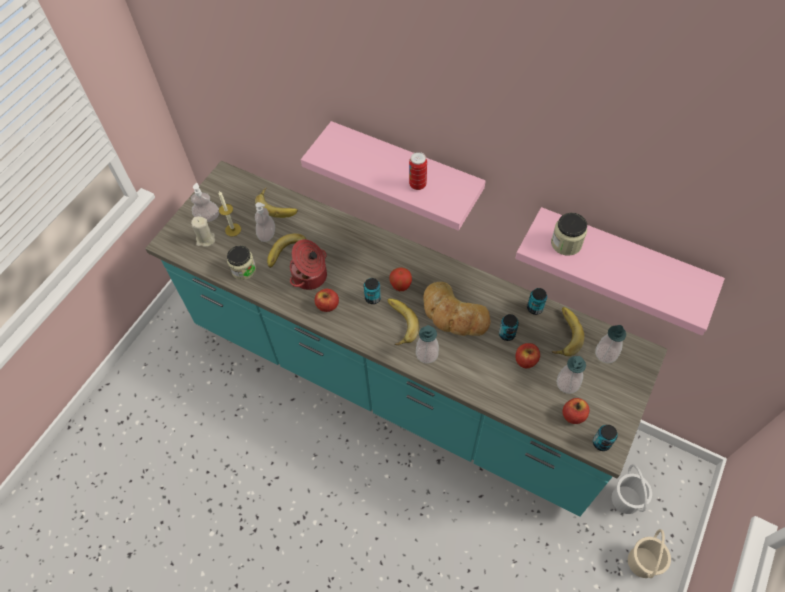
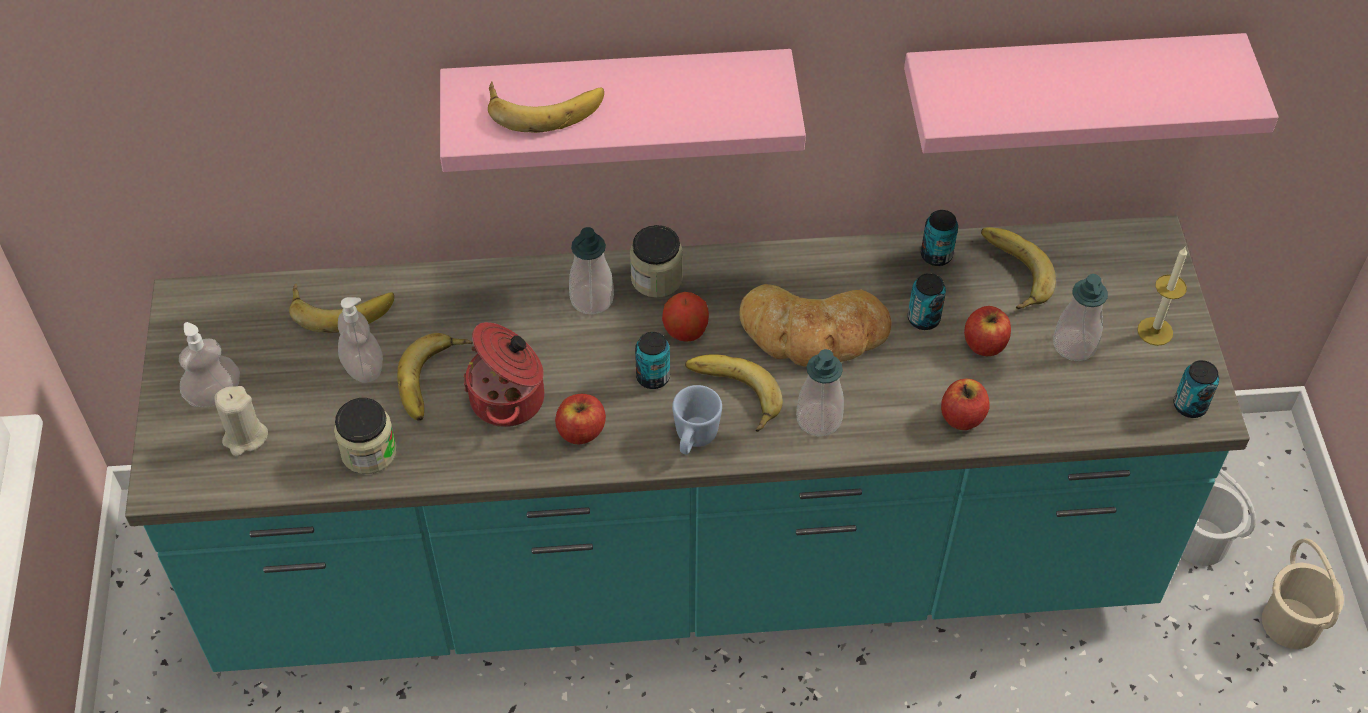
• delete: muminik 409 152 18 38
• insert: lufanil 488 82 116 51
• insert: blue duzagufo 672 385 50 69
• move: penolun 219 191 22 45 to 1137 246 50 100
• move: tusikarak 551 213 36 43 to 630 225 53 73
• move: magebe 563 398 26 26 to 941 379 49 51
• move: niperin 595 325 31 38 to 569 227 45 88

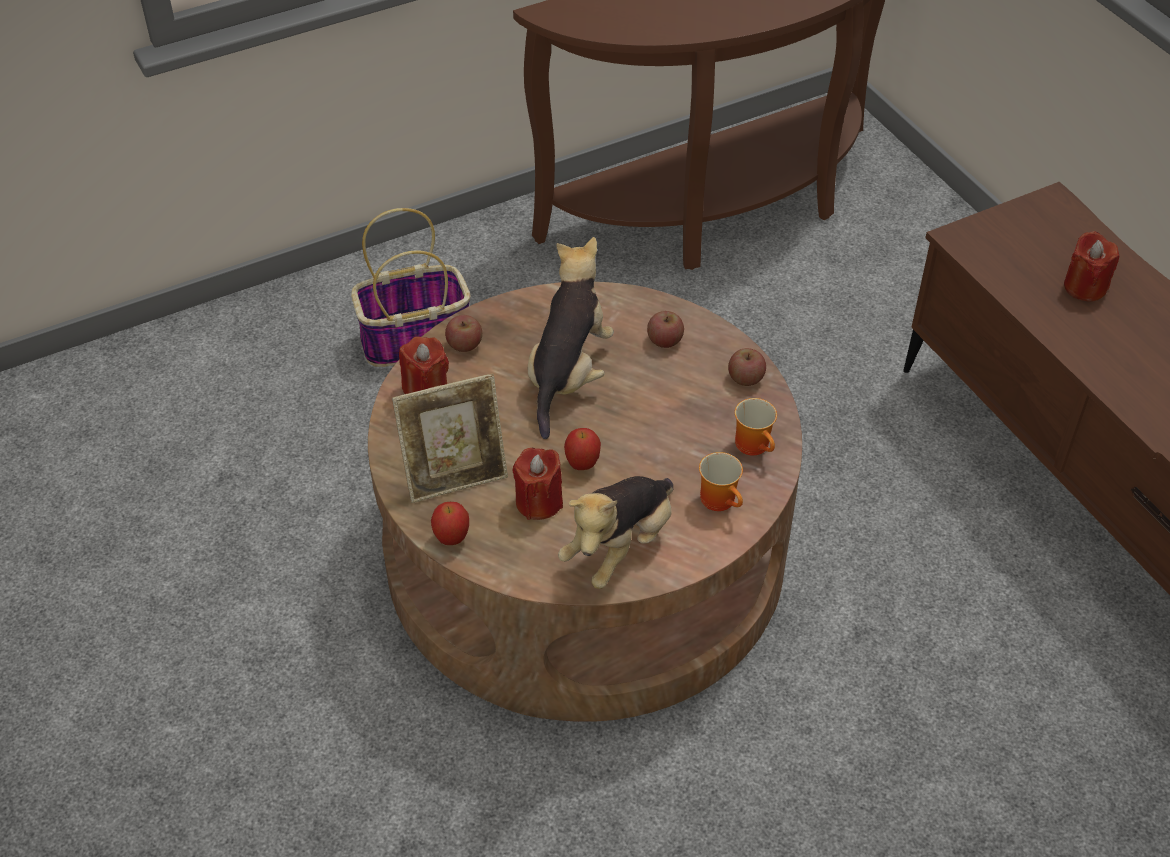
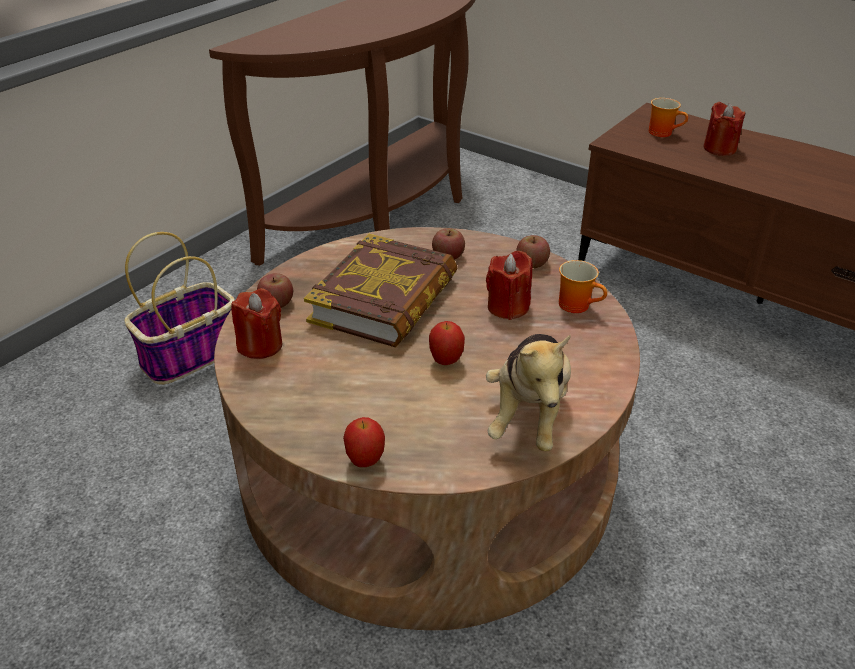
• delete: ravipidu 392 373 116 130
• move: red penolun 512 447 51 73 to 486 251 47 69
• move: duzagufo 699 452 44 59 to 649 98 39 39
• replace: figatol 528 237 86 202 to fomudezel 304 234 153 113

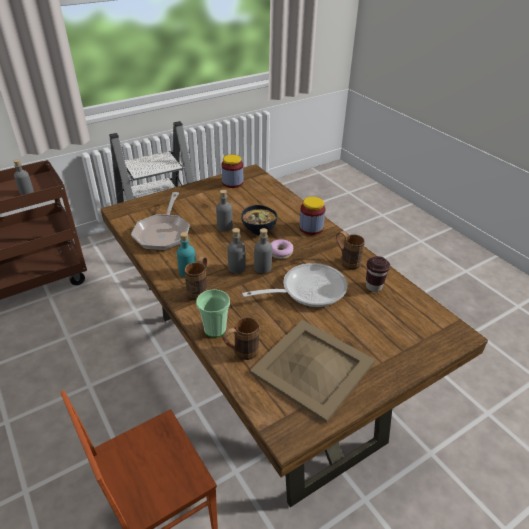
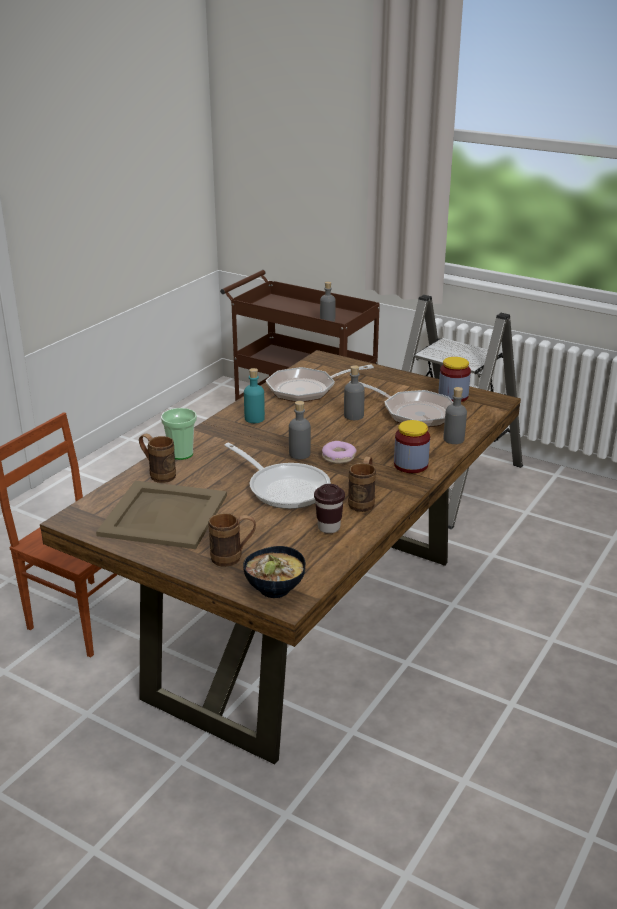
• insert: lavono 350 381 103 46
• move: brown duzagufo 184 256 24 44 to 208 513 48 54
• move: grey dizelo 228 228 18 45 to 443 387 24 57
• move: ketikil 241 205 36 30 to 243 546 63 52

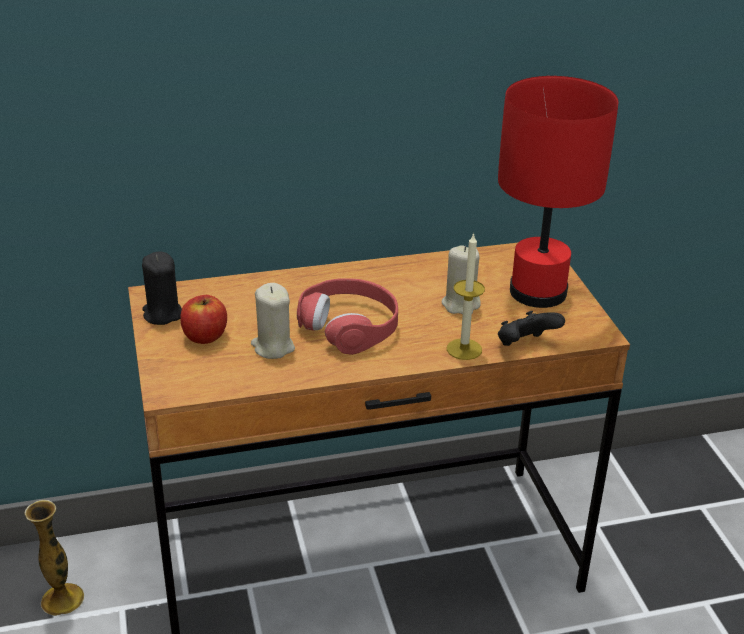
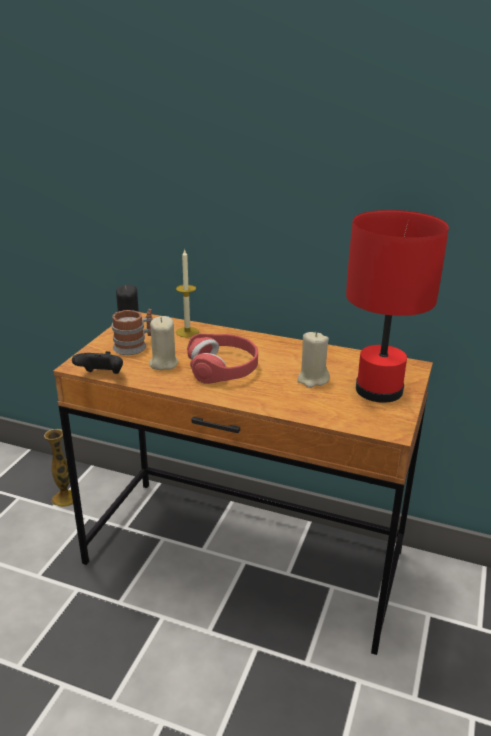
• move: penolun 447 233 38 127 to 176 248 23 89
• move: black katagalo 498 311 67 35 to 72 351 51 23
• replace: magebe 180 295 47 49 to duzagufo 112 309 41 46

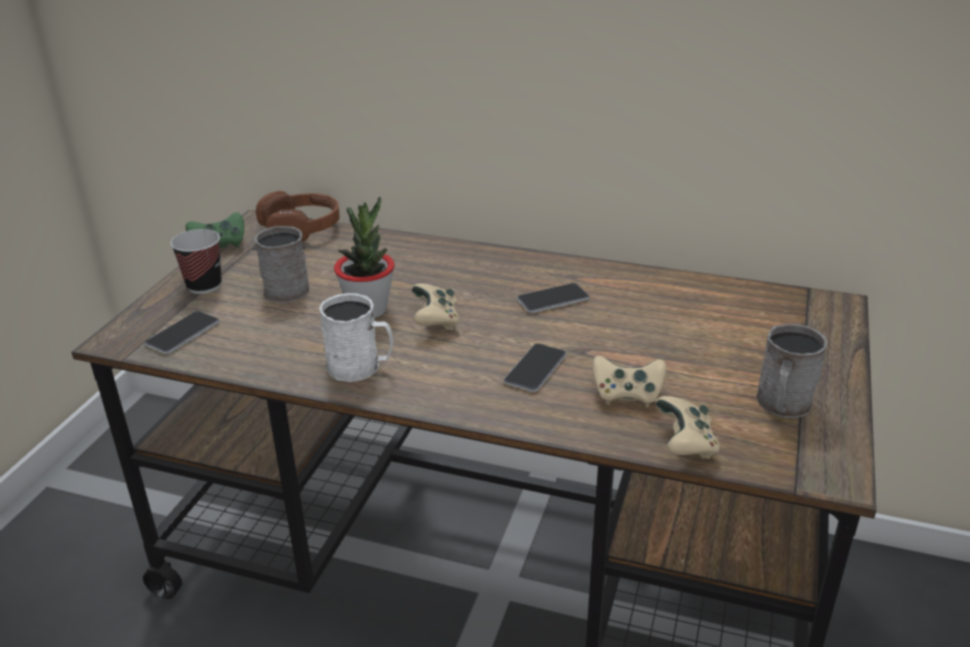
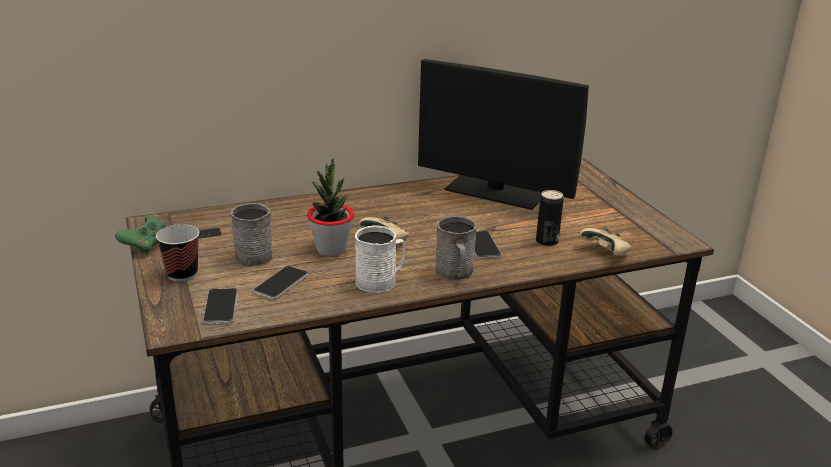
• delete: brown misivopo 256 191 84 51
• insert: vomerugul 418 59 171 151
• move: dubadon 517 283 72 30 to 253 266 55 33
• move: grey duzagufo 756 324 71 94 to 435 216 42 65
• replace: beige katagalo 592 356 75 51 to muminik 536 190 28 56

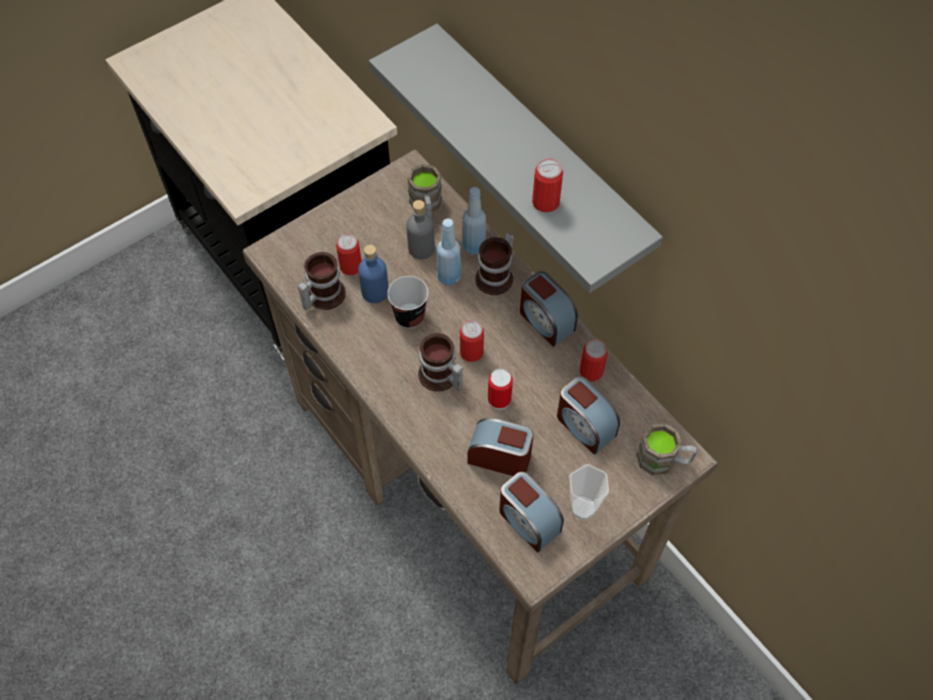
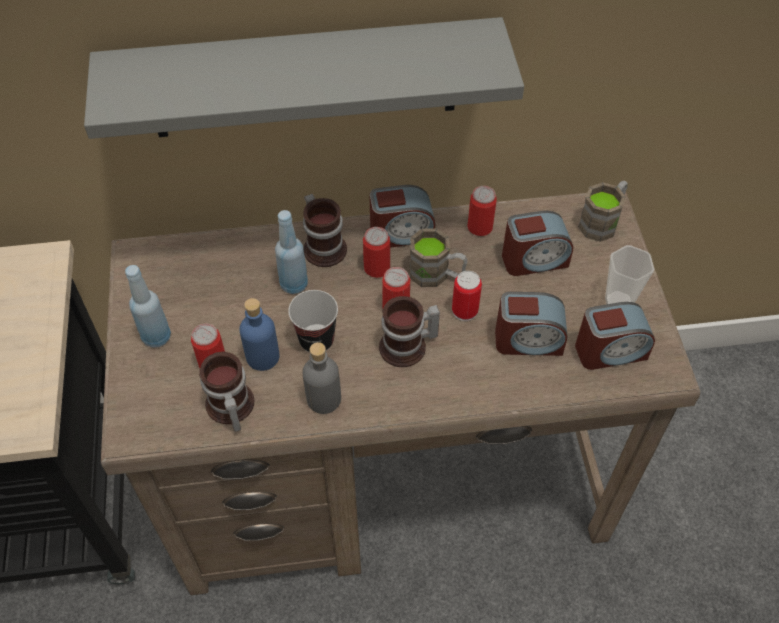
• move: grey dizelo 406 200 29 60 to 302 342 39 72
• move: brown duzagufo 407 164 35 54 to 409 228 58 59
• move: blue dizelo 462 187 24 67 to 125 265 46 83
• move: muminik 532 158 31 54 to 363 227 27 51
• rotate: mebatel 467 418 67 58 = 495 292 72 64 135 degrees counterclockwise

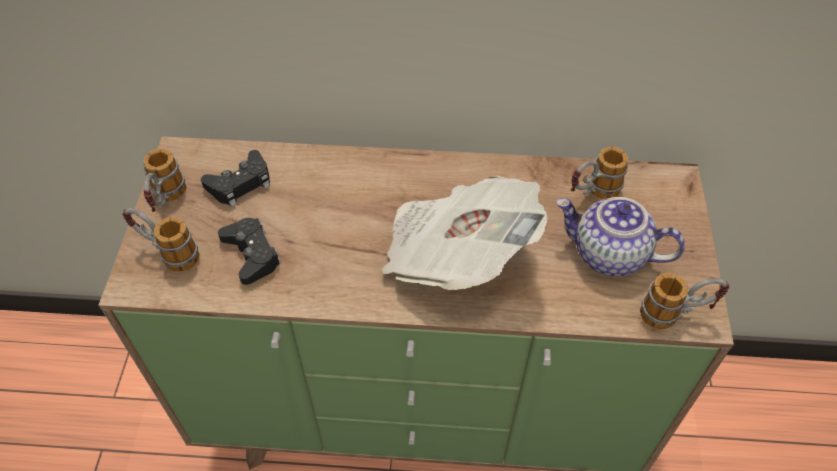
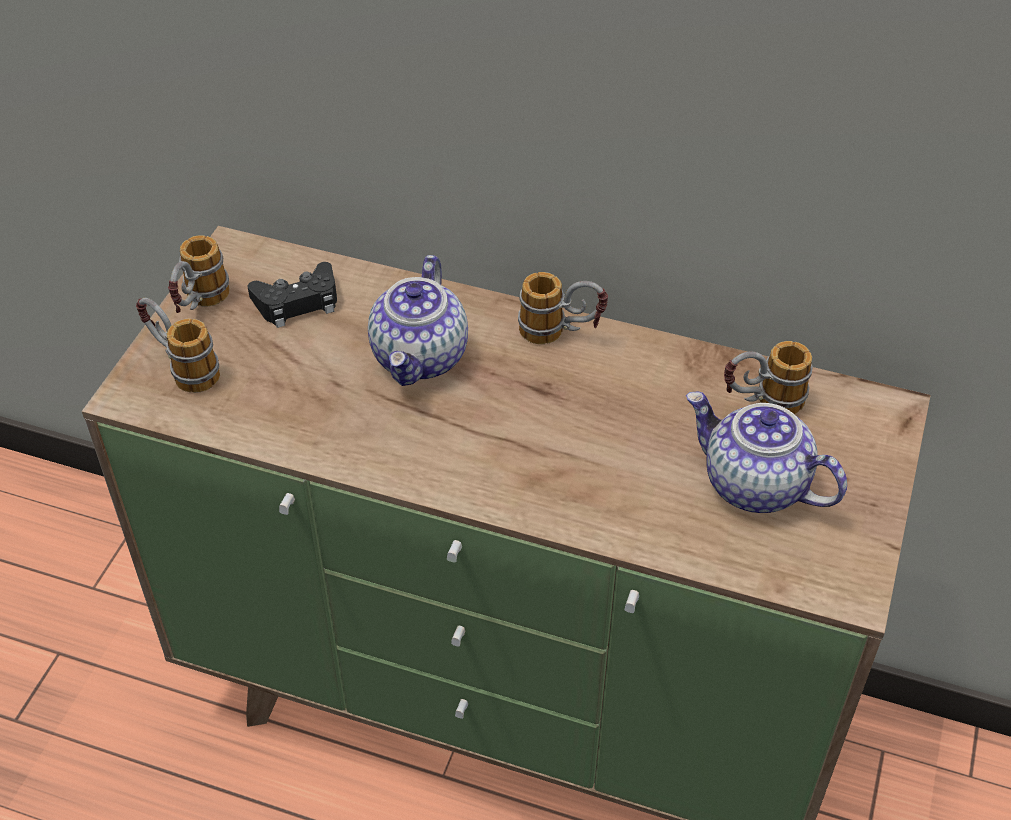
• delete: black katagalo 218 218 63 67
• delete: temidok 382 176 166 114
• insert: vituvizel 368 255 100 131
• move: duzagufo 640 273 90 57 to 518 272 90 72

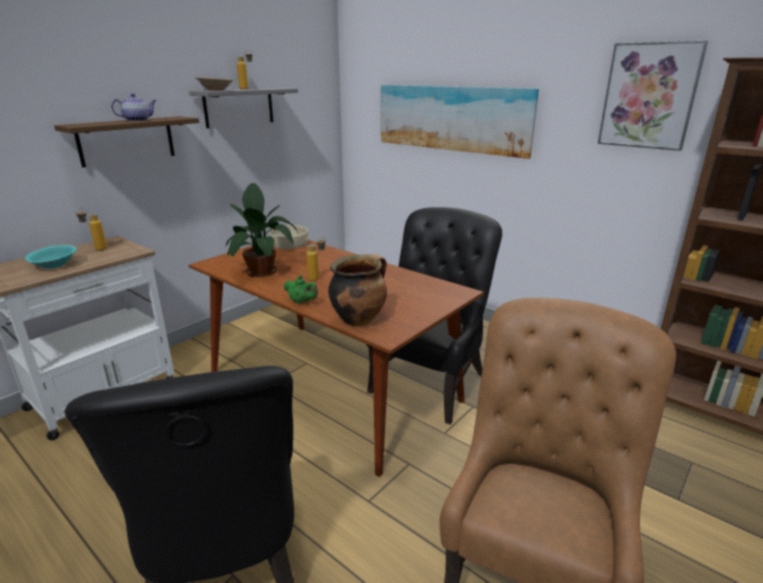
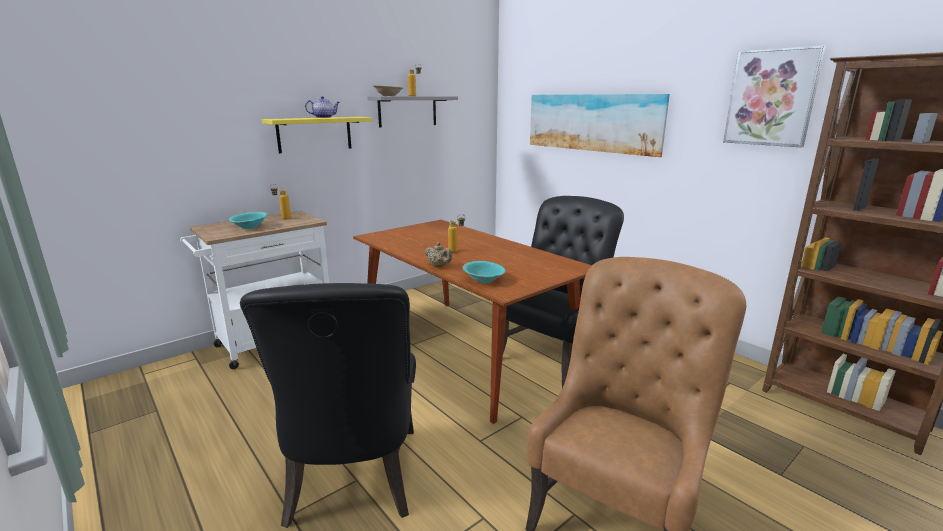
• delete: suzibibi 226 183 73 94
• delete: beige ketikil 269 225 39 24
• replace: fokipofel 328 254 59 72 to turquoise ketikil 462 261 43 22
• recolor: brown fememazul 54 116 145 52 to yellow fememazul 262 117 110 36
• recolor: green vituvizel 283 275 35 29 to beige vituvizel 425 242 27 25

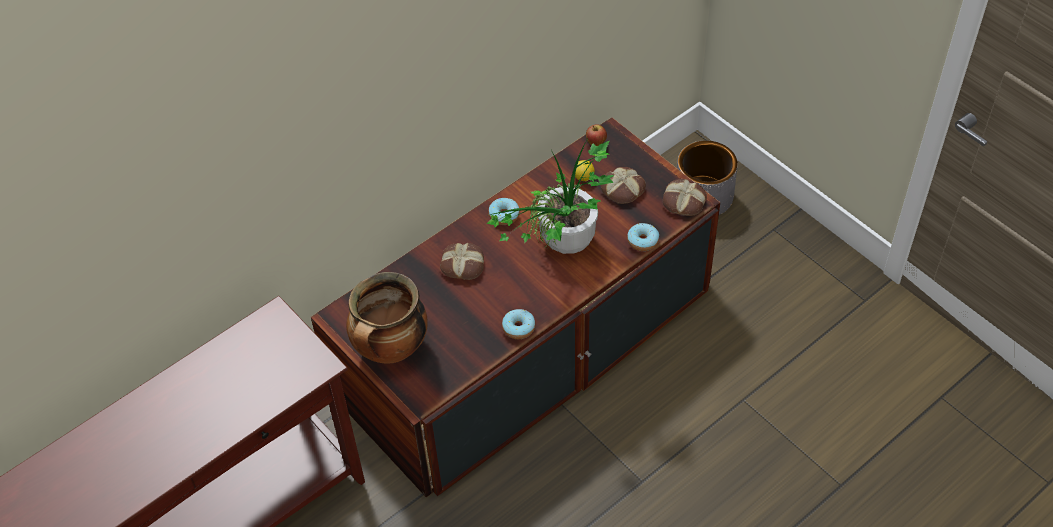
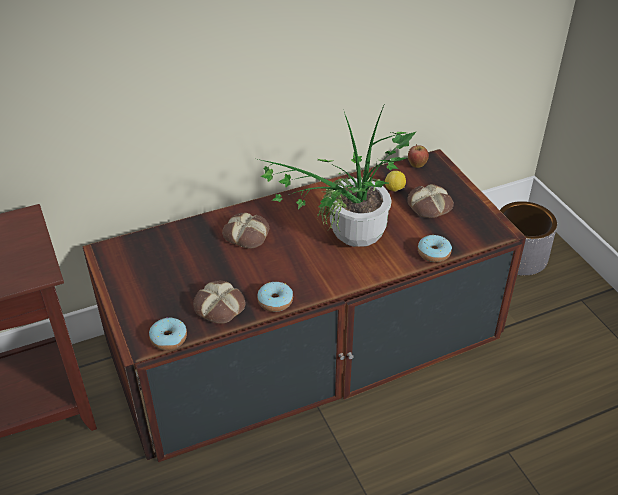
• delete: fokipofel 346 272 82 92
• move: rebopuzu 488 198 32 27 to 149 318 38 32
• move: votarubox 663 179 44 37 to 193 281 52 43

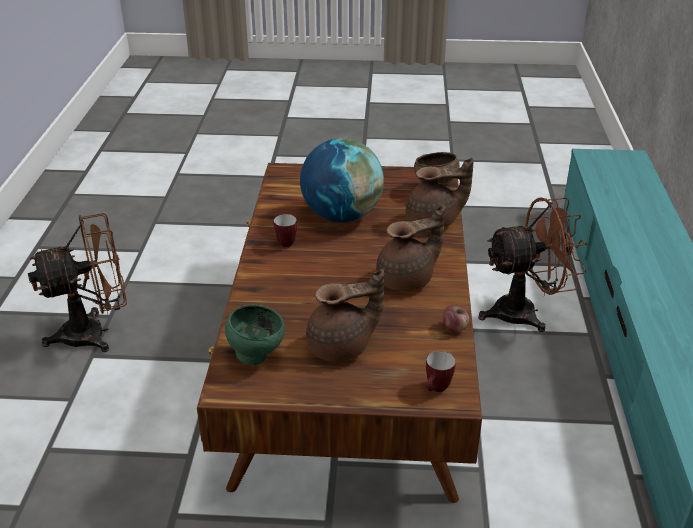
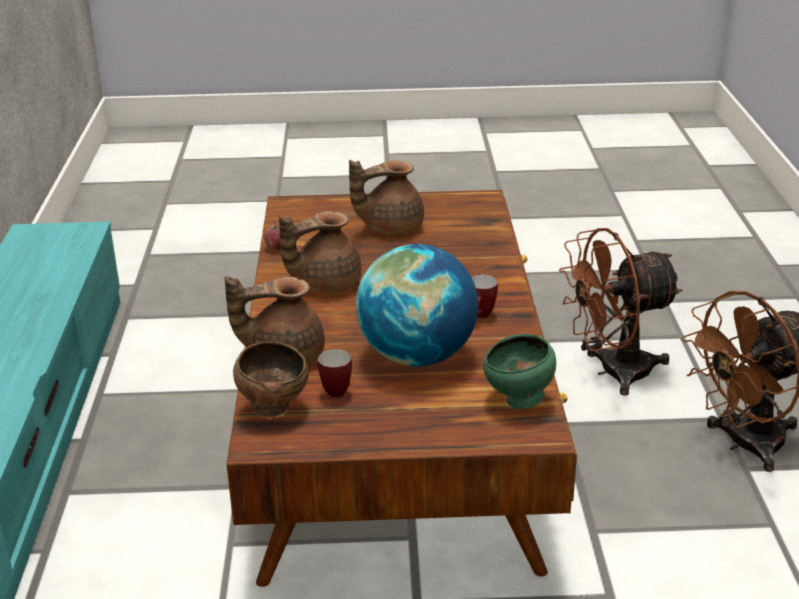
• move: green ketikil 225 304 60 61 to 483 334 73 75
• move: duzagufo 426 351 30 41 to 318 349 34 49
• move: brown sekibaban 478 198 109 134 to 559 228 123 168

